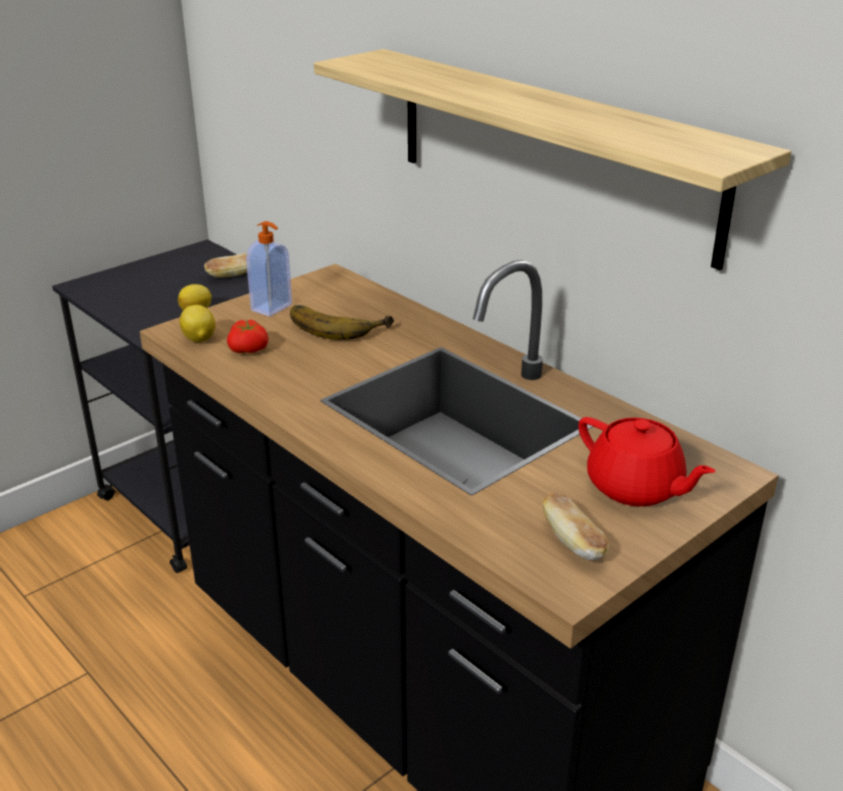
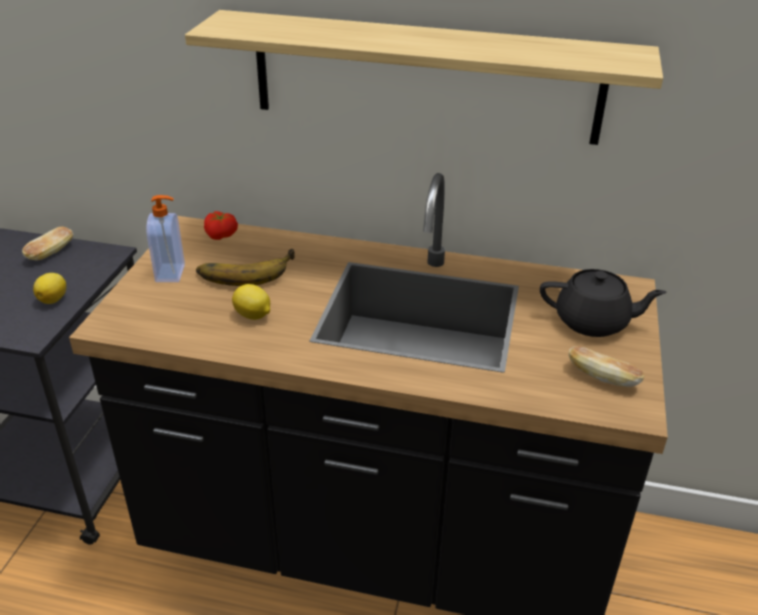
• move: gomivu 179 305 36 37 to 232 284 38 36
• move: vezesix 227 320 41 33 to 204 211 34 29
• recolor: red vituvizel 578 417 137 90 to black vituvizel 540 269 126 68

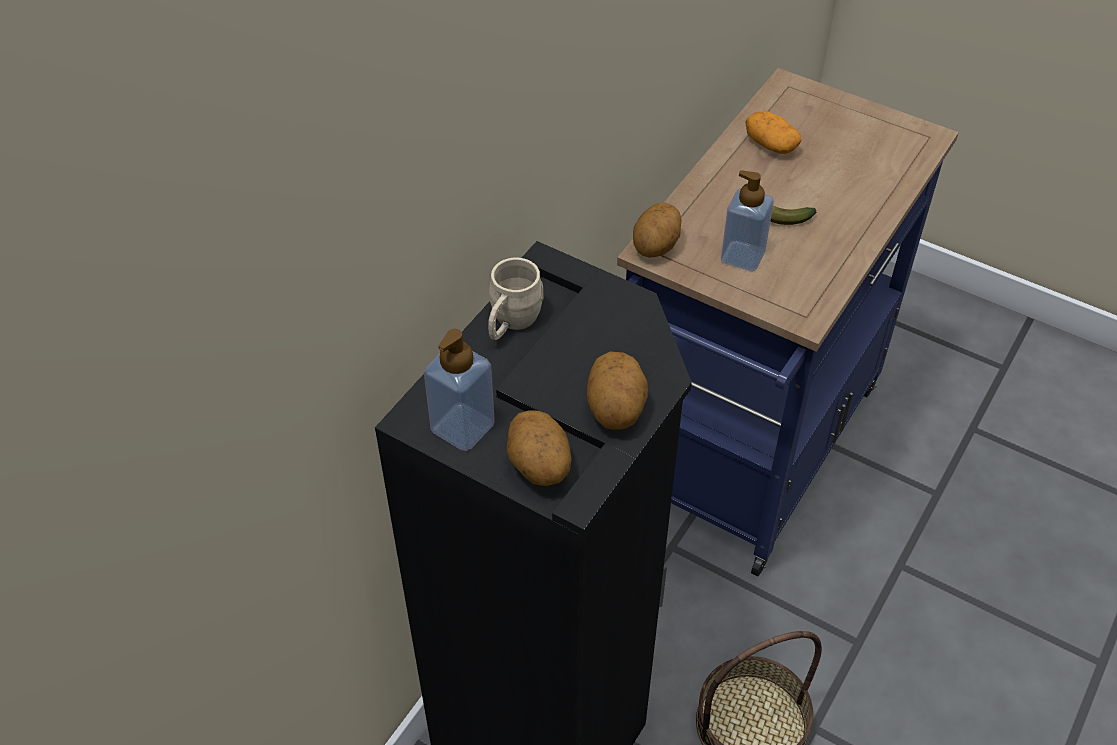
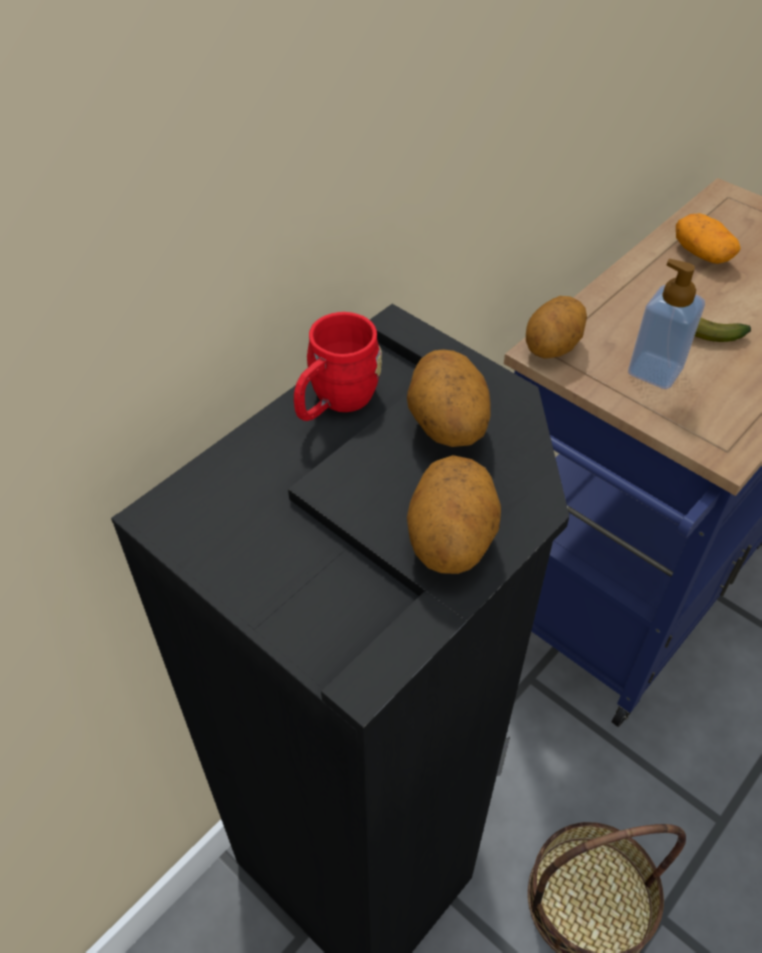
• delete: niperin 424 329 71 122
• move: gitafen 506 410 65 76 to 407 349 84 98
• recolor: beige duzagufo 488 258 56 82 to red duzagufo 294 312 88 109

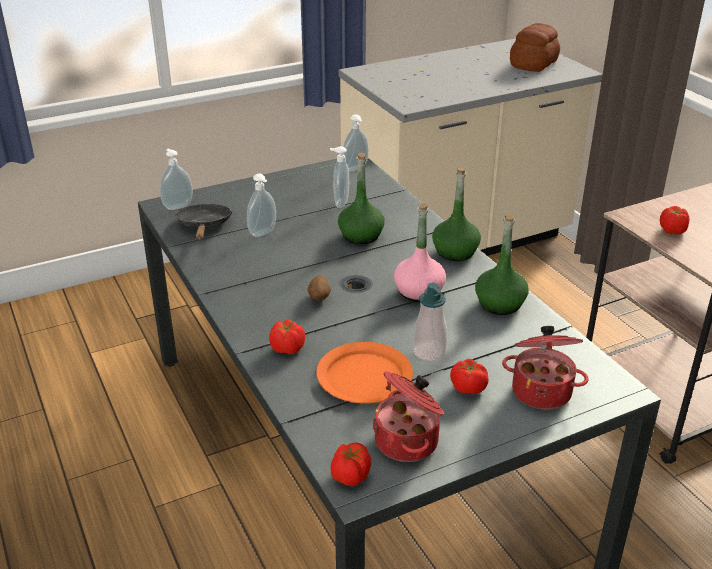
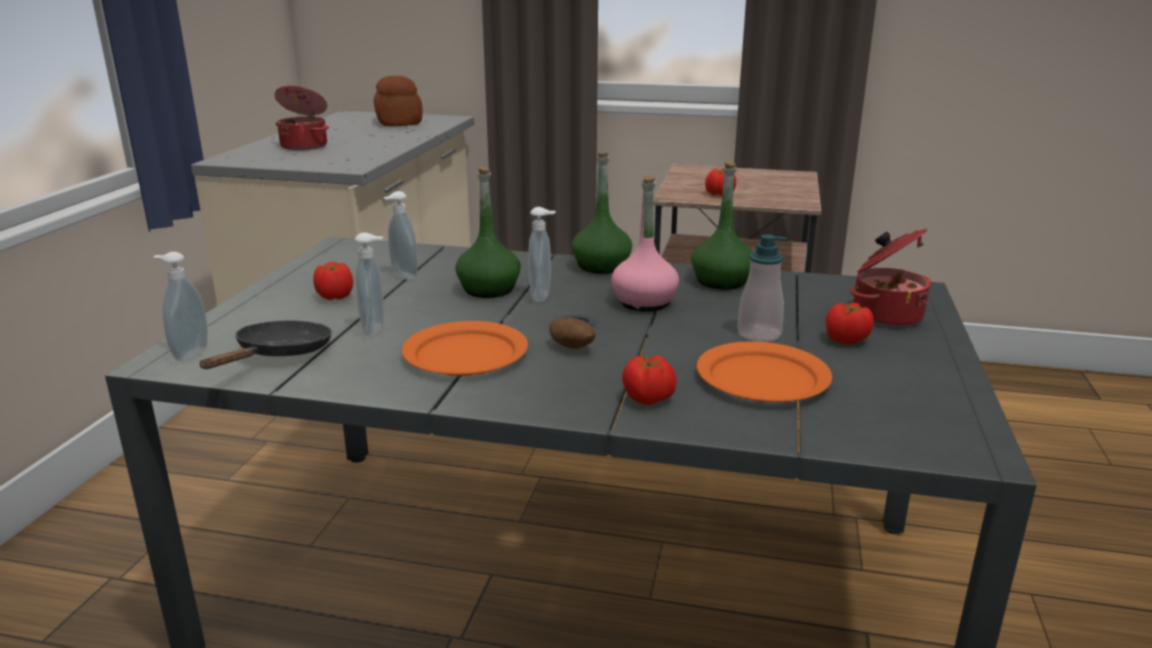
• insert: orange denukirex 402 321 126 55
• move: vezesix 331 442 40 44 to 314 262 39 38
• move: niperin 343 114 26 57 to 528 207 28 95
• move: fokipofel 372 371 72 91 to 275 85 54 66
• rotate: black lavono 175 204 57 37 = 199 321 133 48 75 degrees clockwise

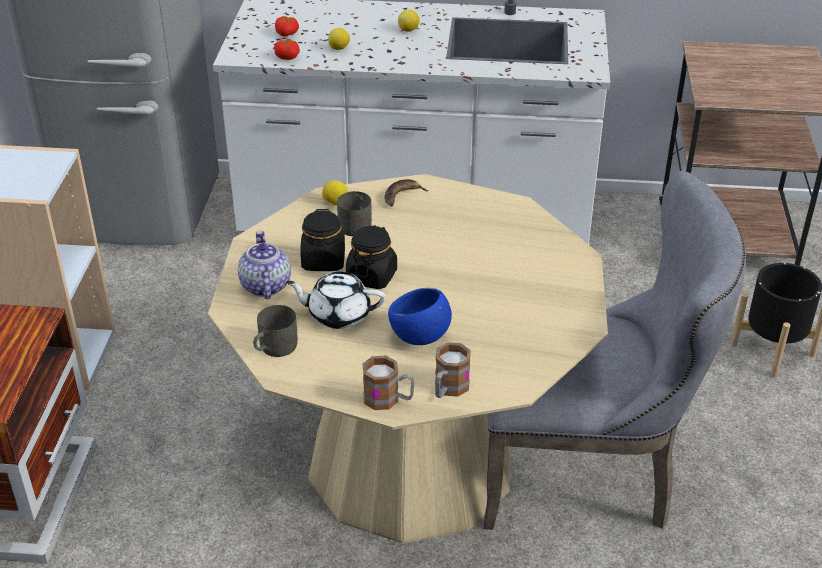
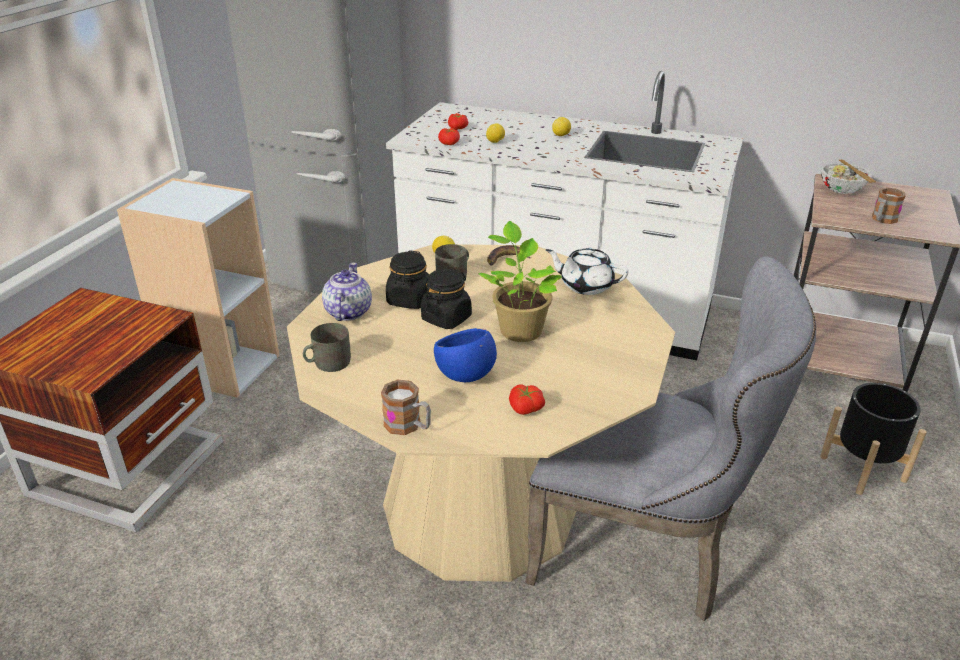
• insert: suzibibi 479 221 83 121
• insert: vezesix 509 384 36 31
• insert: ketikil 821 159 55 35
• move: white vituvizel 286 272 99 57 to 546 248 83 47
• move: duzagufo 435 342 36 56 to 872 187 33 37

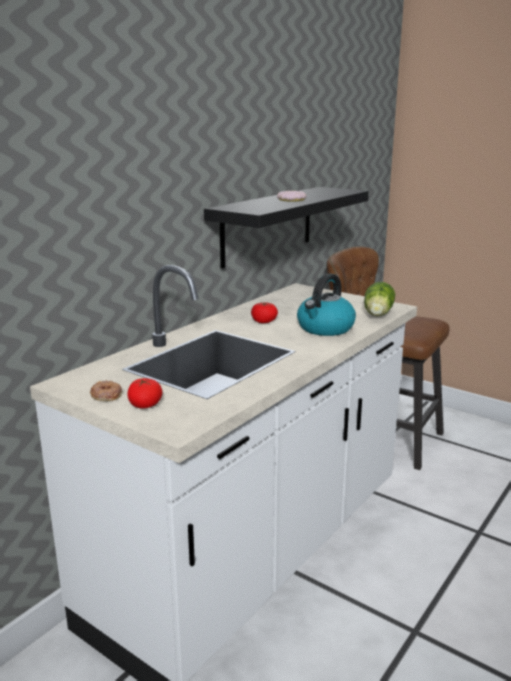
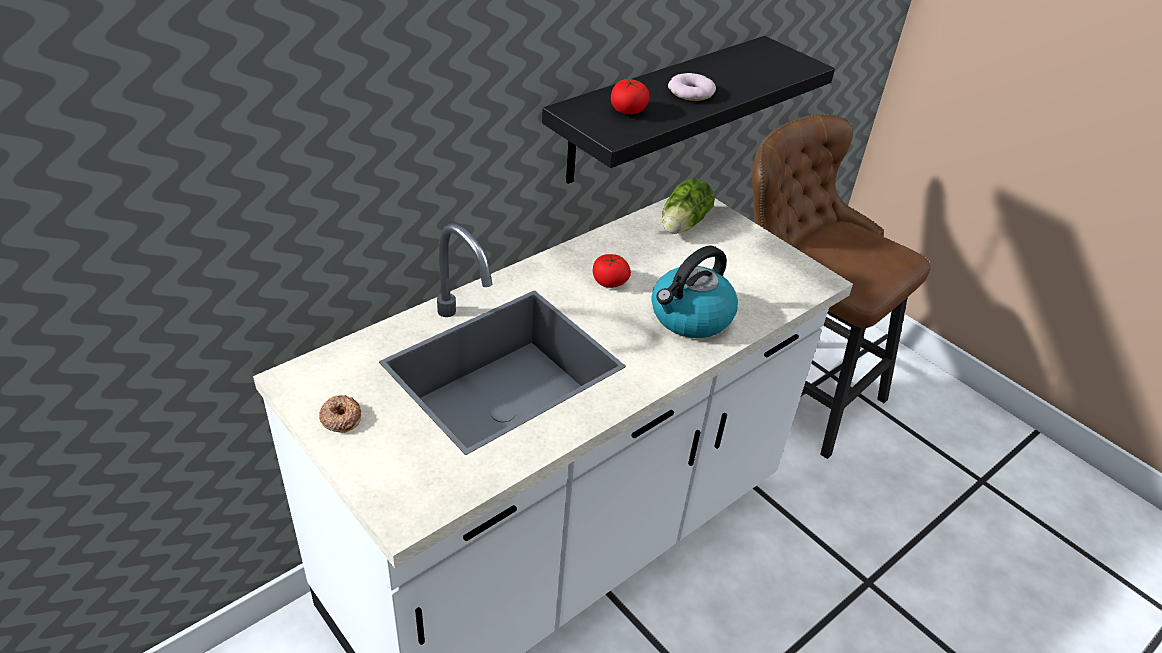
• move: vezesix 127 378 35 31 to 611 79 39 35
• move: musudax 364 282 31 34 to 662 179 53 55

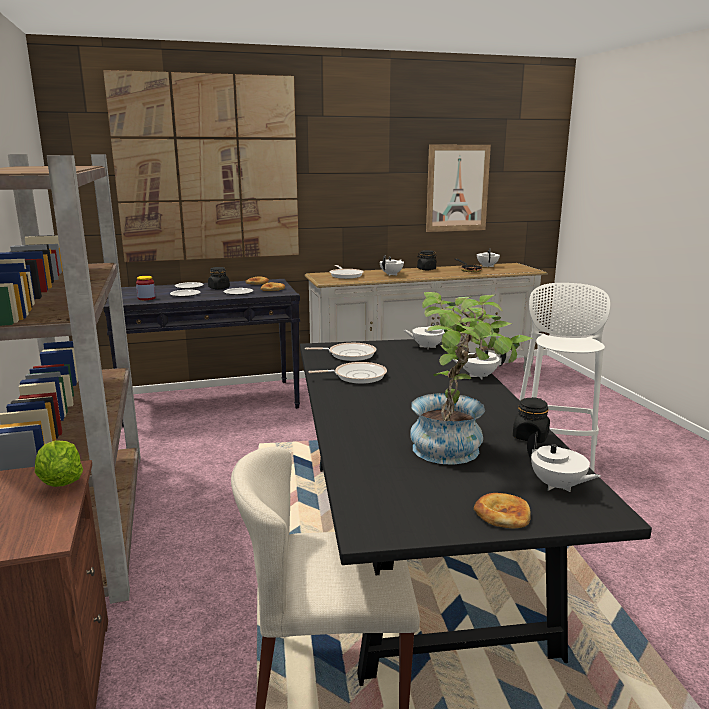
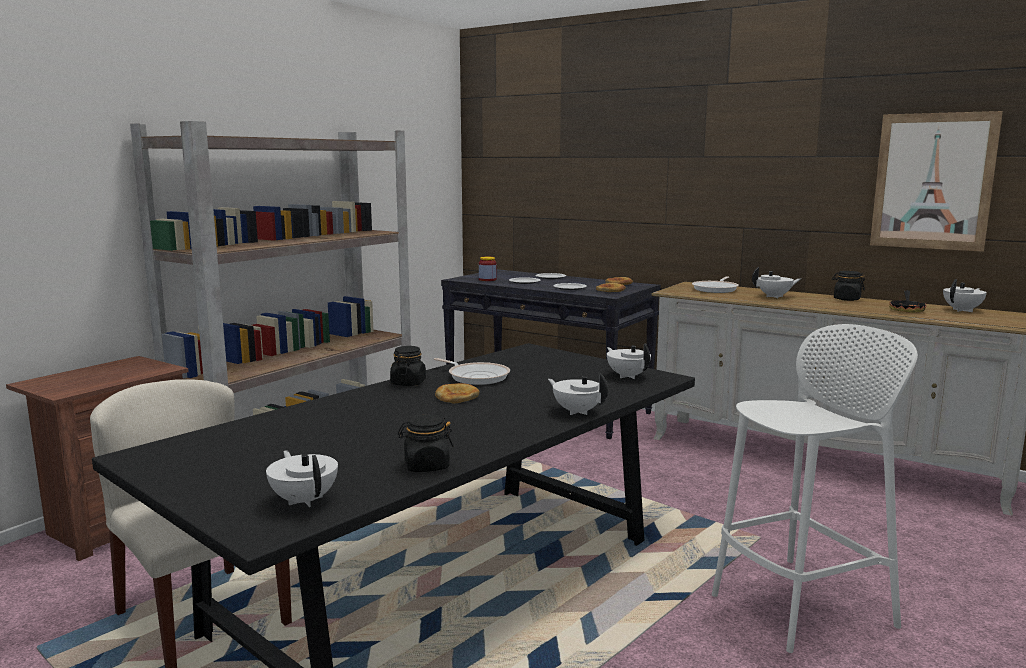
• delete: musudax 35 440 48 47
• delete: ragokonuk 103 70 196 192
• delete: lavono 305 343 71 18
• delete: suzibibi 410 292 123 173
• move: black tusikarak 208 267 22 23 to 390 346 36 40
• move: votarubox 474 493 57 35 to 435 383 44 21
• rotate: white vituvizel 527 431 73 61 = 266 450 72 57 135 degrees clockwise

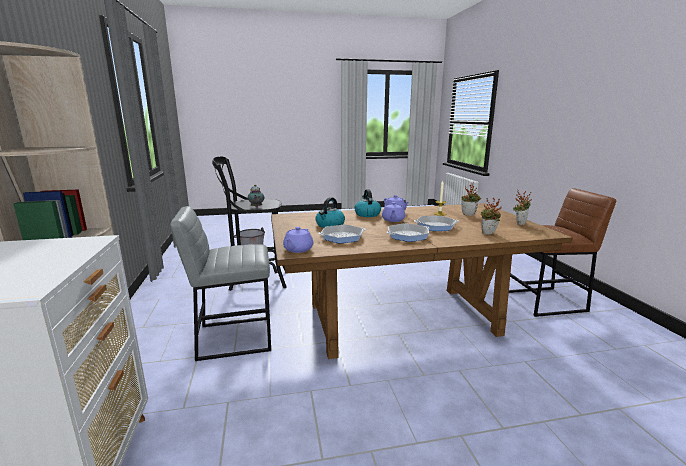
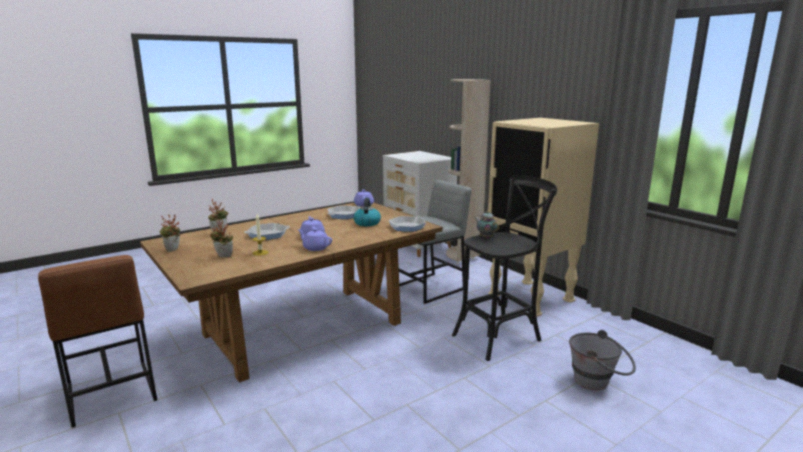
• delete: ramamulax 354 189 27 28
• insert: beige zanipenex 488 118 111 199
• move: lavono 386 223 43 19 to 388 216 38 16
• rotate: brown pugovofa 509 188 107 129 = 38 255 119 173 90 degrees counterclockwise

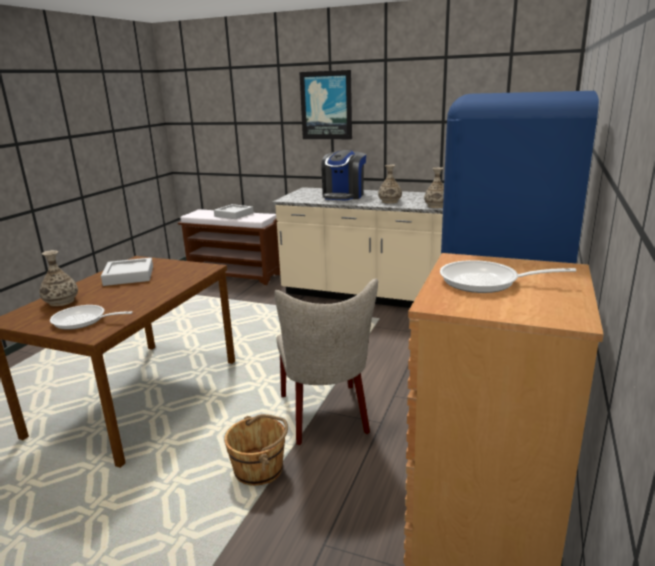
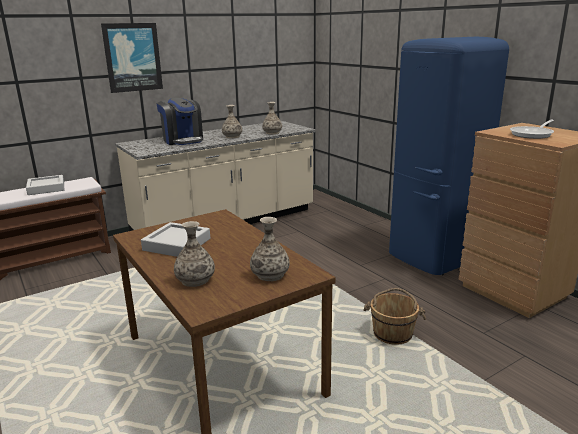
• delete: beige pugovofa 274 278 104 167
• replace: lavono 50 305 83 25 to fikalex 250 217 40 64

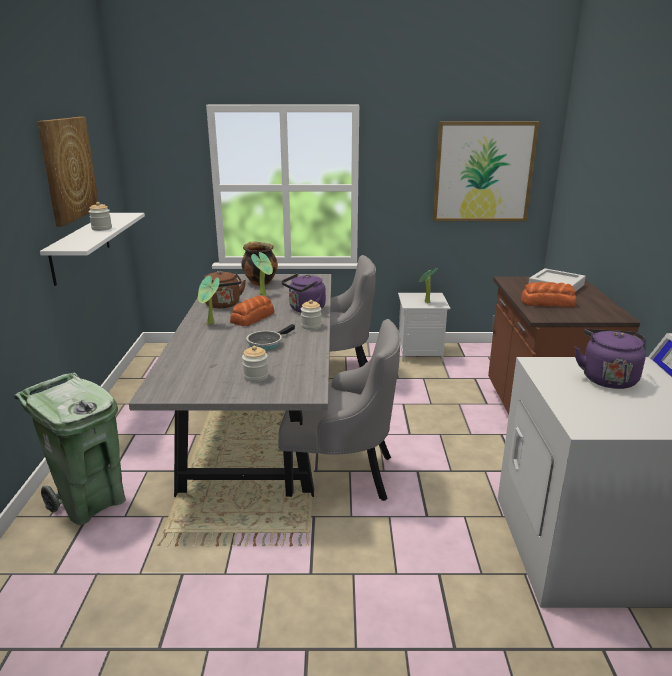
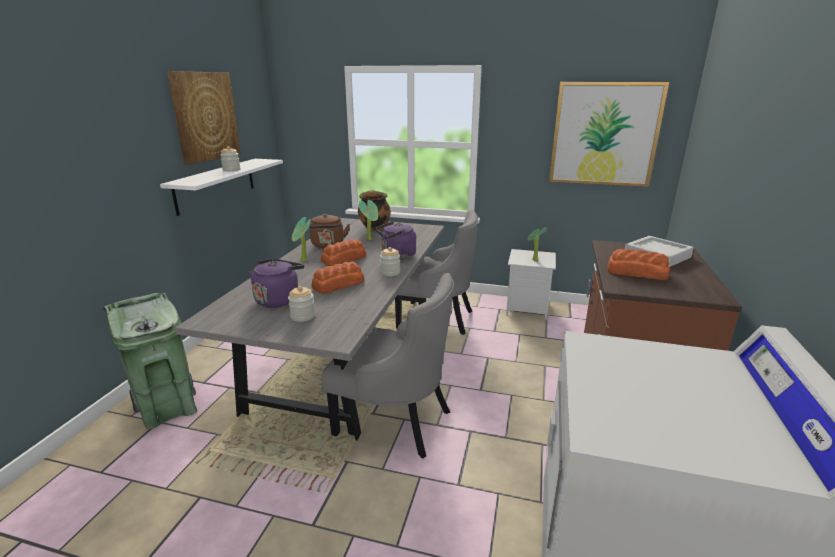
• move: purple ramamulax 575 329 71 60 to 249 259 55 49
• replace: lavono 246 324 49 27 to votarubox 312 261 52 32

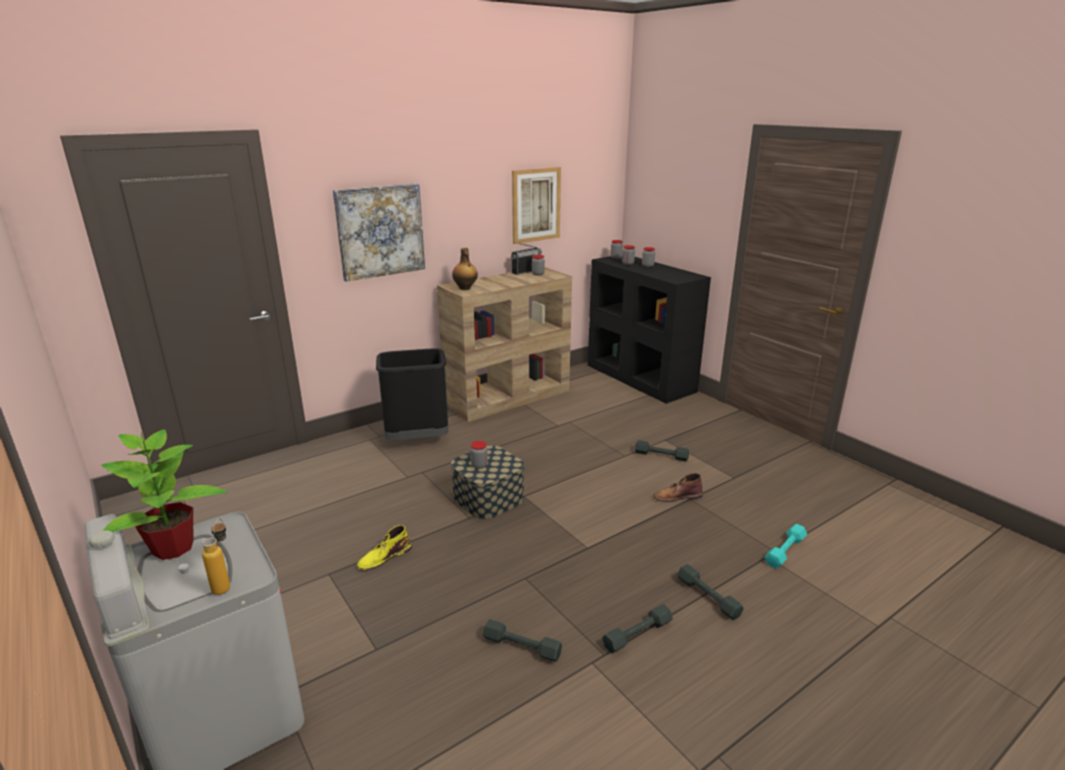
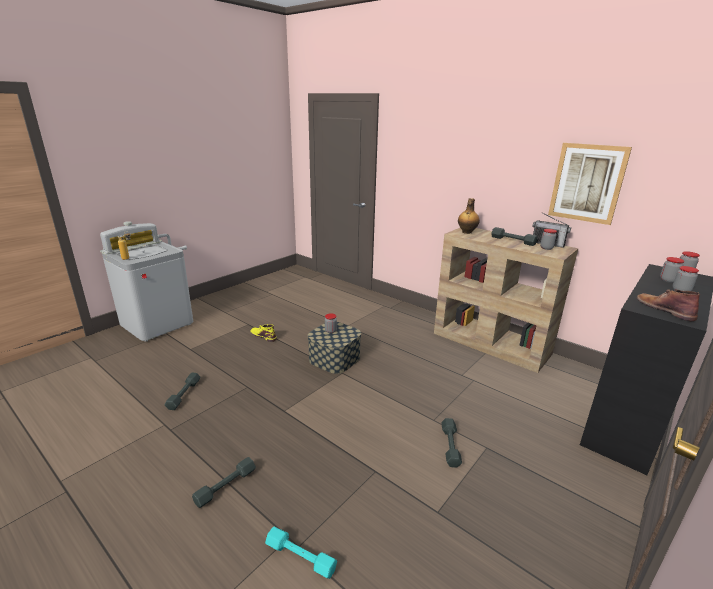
• delete: suzibibi 101 429 126 131
• delete: ragokonuk 333 183 92 99
• delete: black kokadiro 376 348 73 92
• move: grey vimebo 602 604 71 49 to 491 227 46 19
• move: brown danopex 653 473 50 29 to 637 289 63 32

